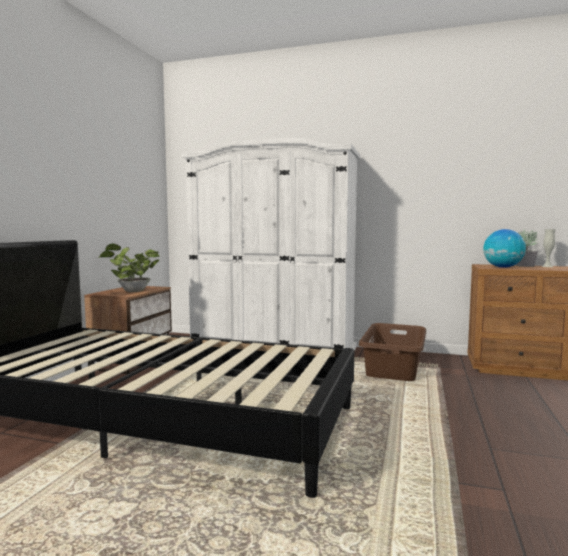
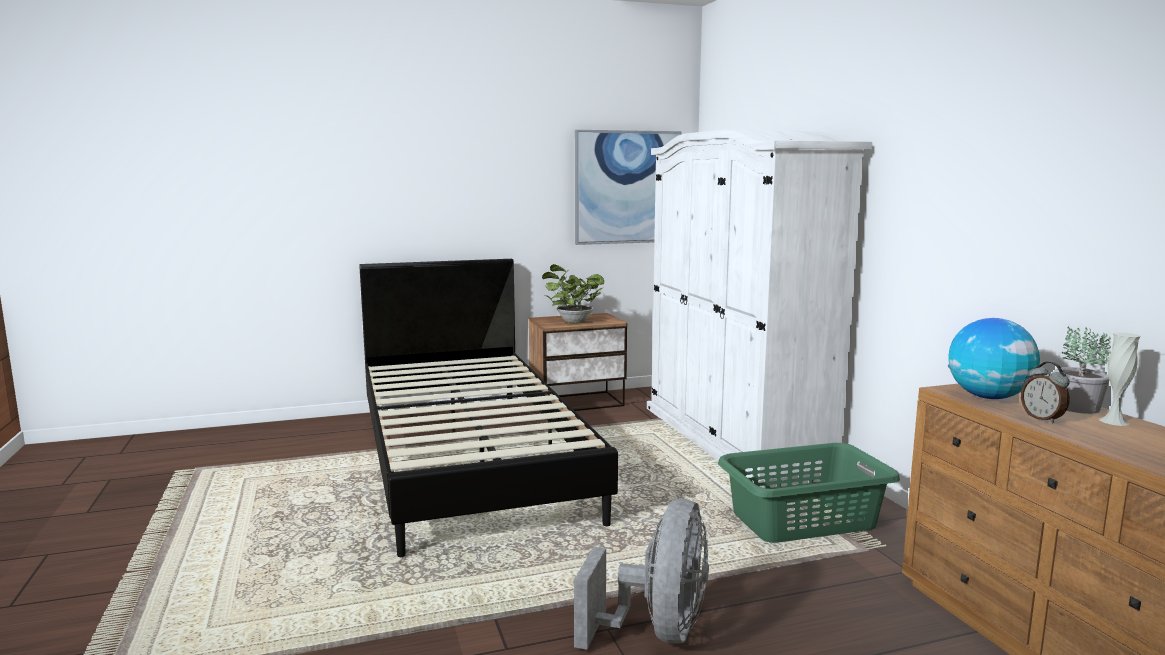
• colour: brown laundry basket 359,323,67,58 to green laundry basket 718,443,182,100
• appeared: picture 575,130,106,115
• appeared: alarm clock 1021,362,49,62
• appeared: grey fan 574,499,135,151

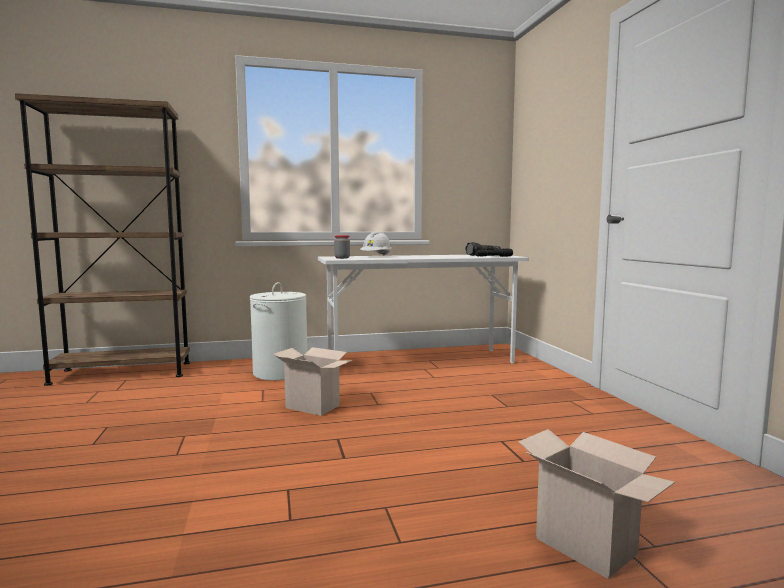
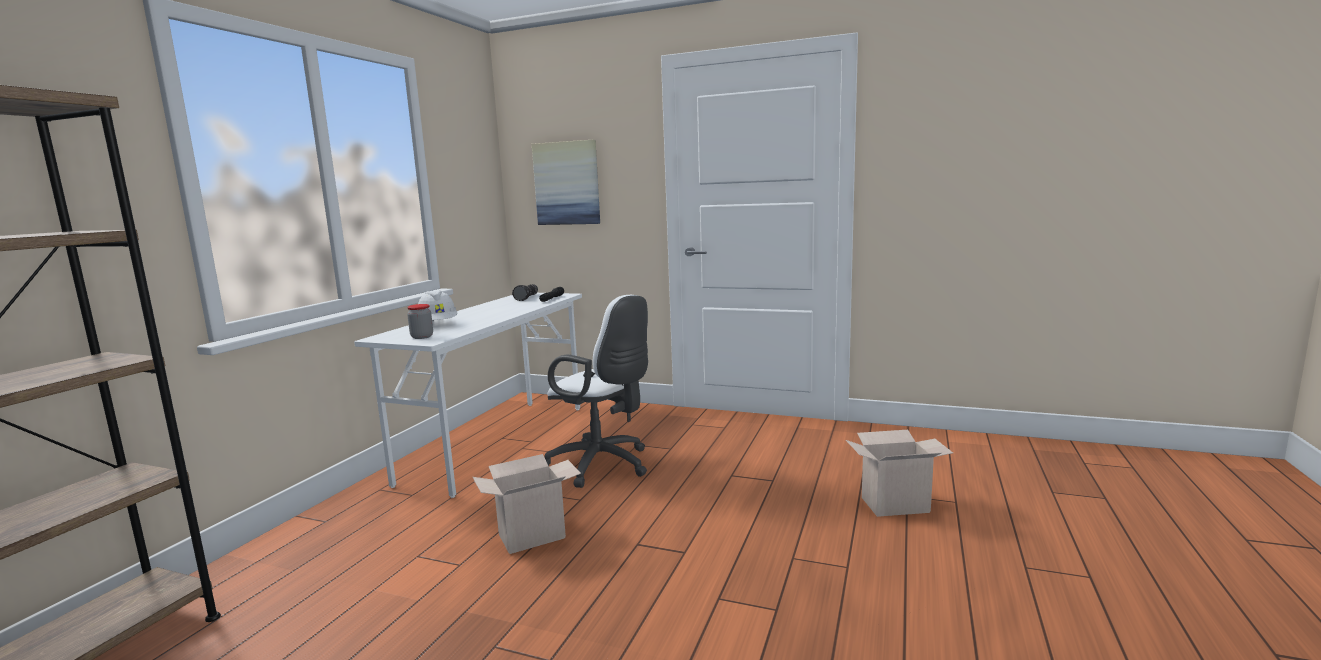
• missing: white laundry basket 250,282,57,99
• appeared: picture 532,140,68,85
• appeared: white office chair 545,295,103,193

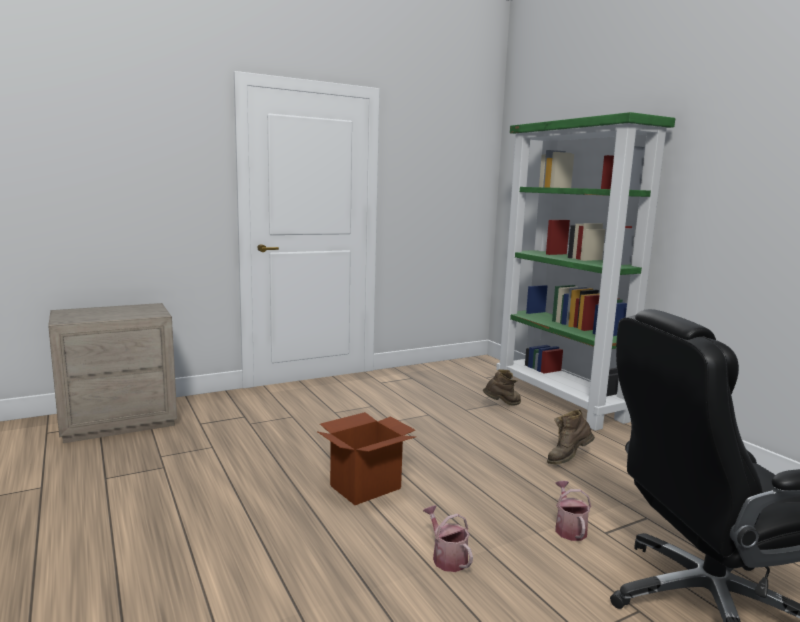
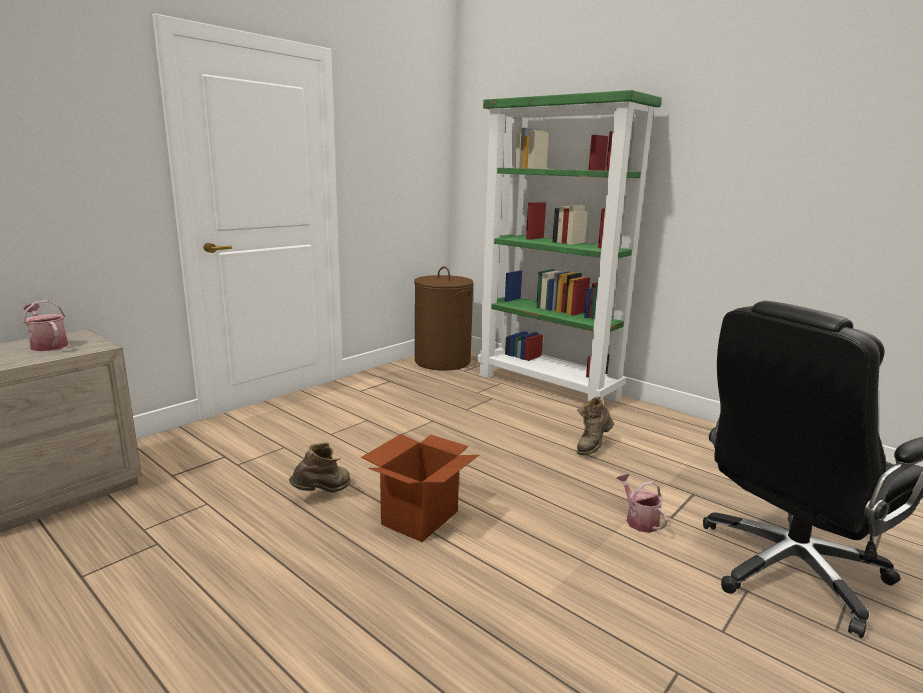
• relocated: brown boot 483,369,38,36 to 289,442,62,51
• relocated: watering can 423,505,50,67 to 23,300,45,51
• appeared: brown laundry basket 414,267,60,104

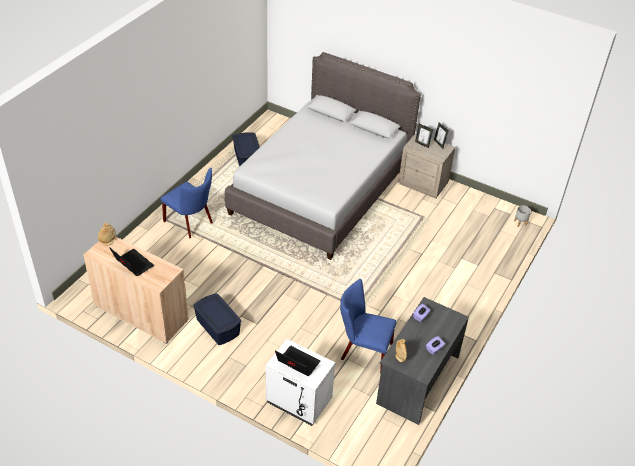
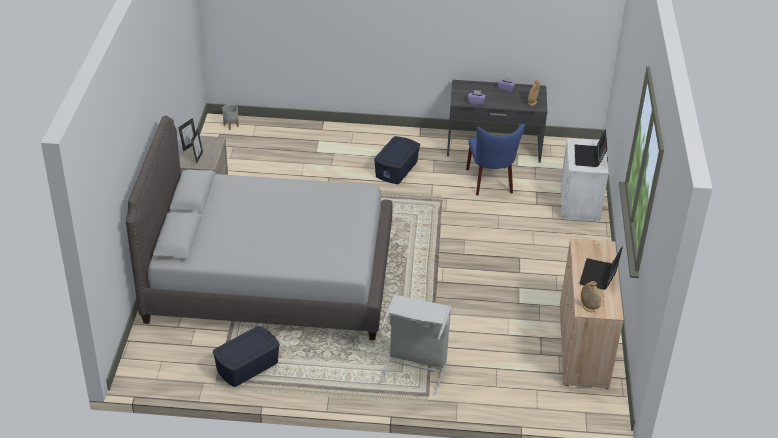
• exchanged: blue chair 161,168,52,70 to grey laundry basket 379,294,72,101
• relocated: blue storage box 193,293,48,52 to 374,136,46,48

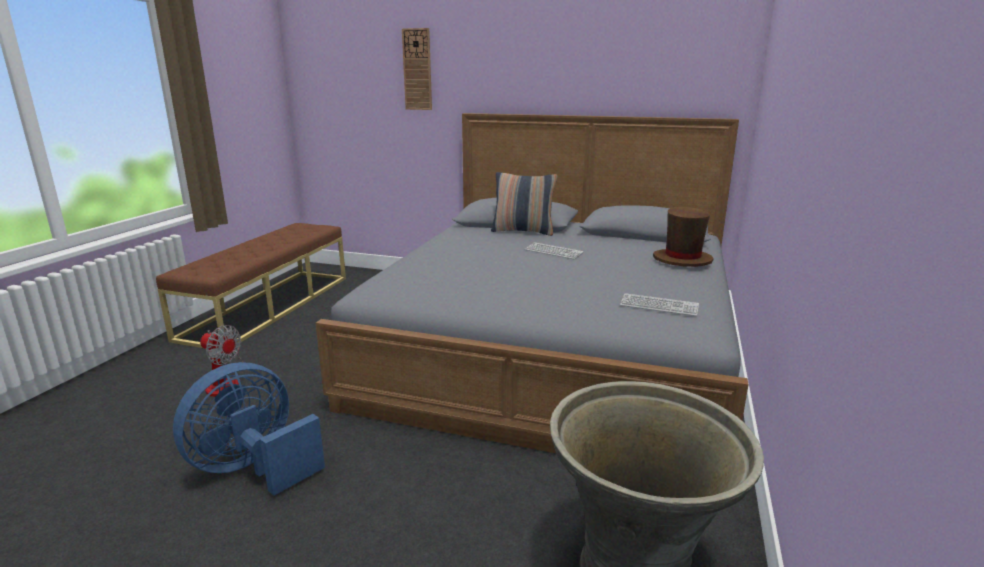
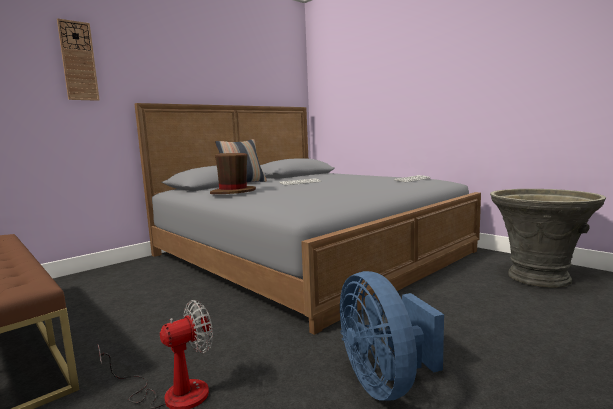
• relocated: brown hat 653,207,61,60 to 210,153,46,41

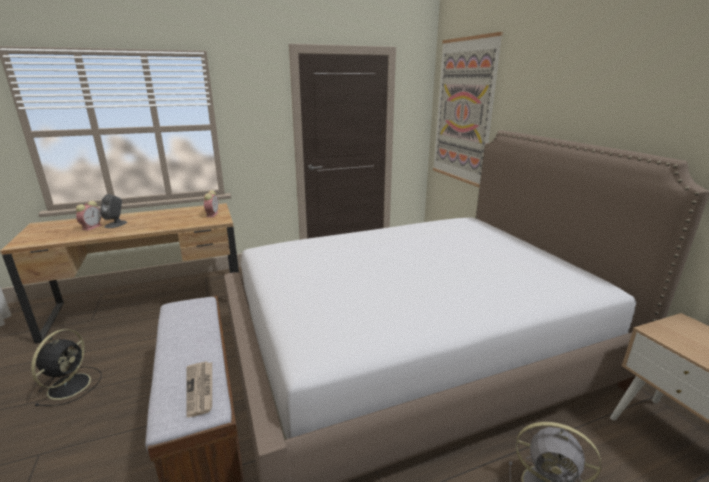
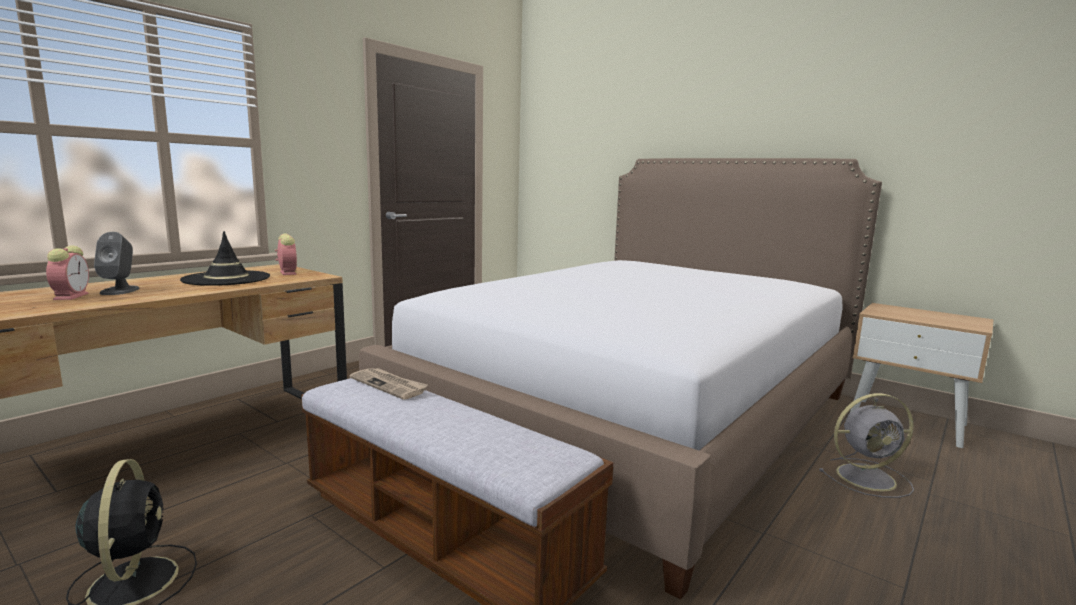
• missing: picture 433,32,70,155
• relocated: newspaper 186,361,26,56 to 350,368,78,32
• appeared: black hat 180,231,90,55

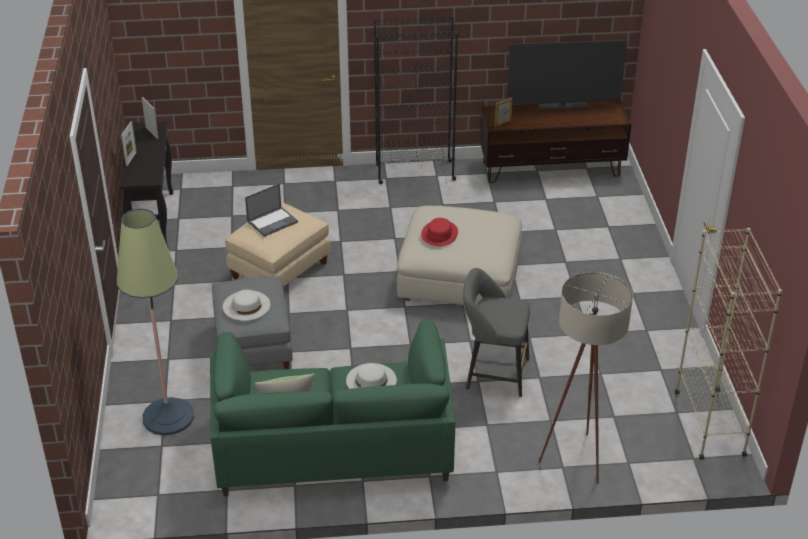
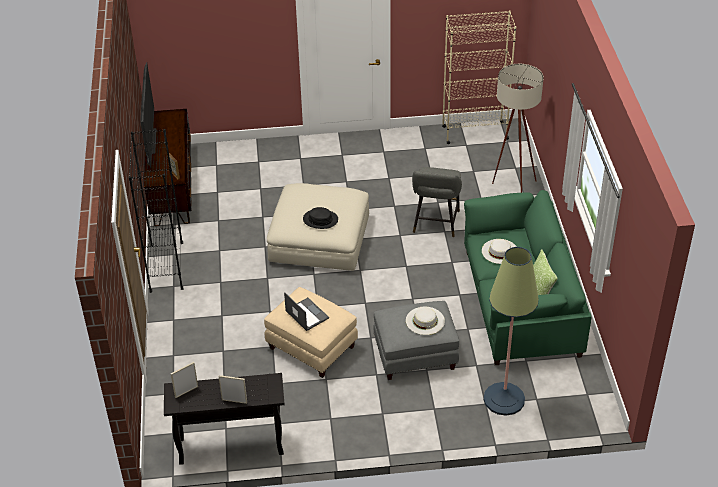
• colour: red hat 421,218,37,28 to black hat 303,207,35,22

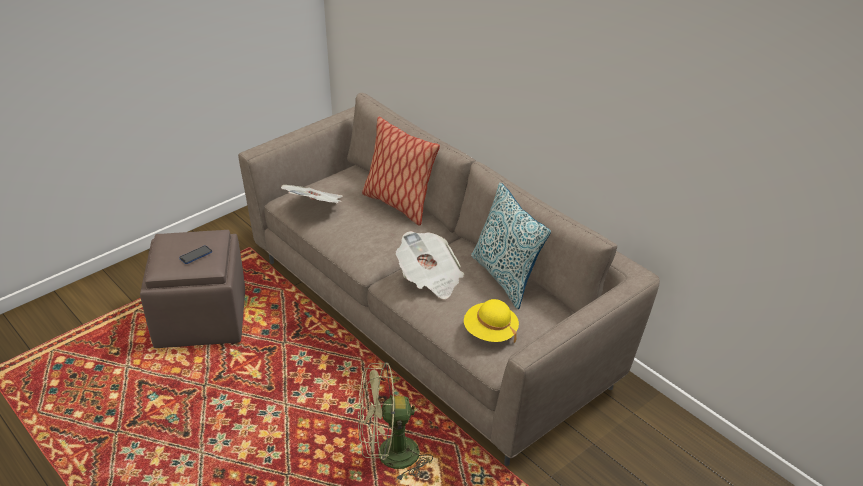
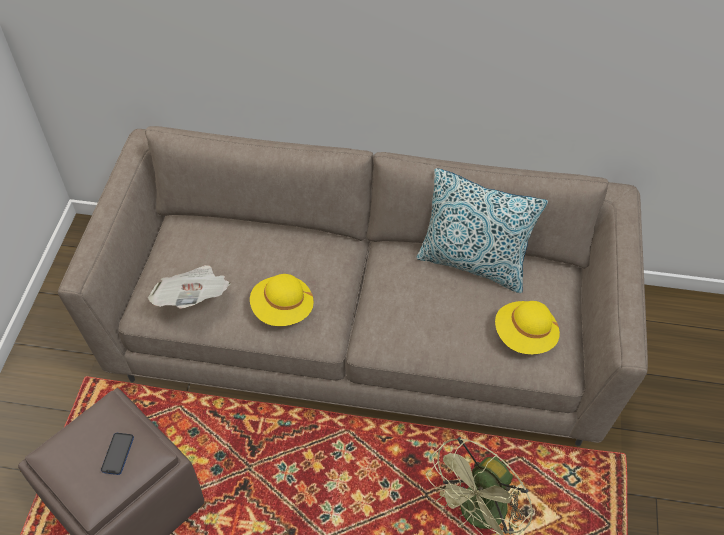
• missing: pillow 362,117,78,109
• missing: newspaper 396,231,68,68
• appeared: yellow hat 250,274,64,52

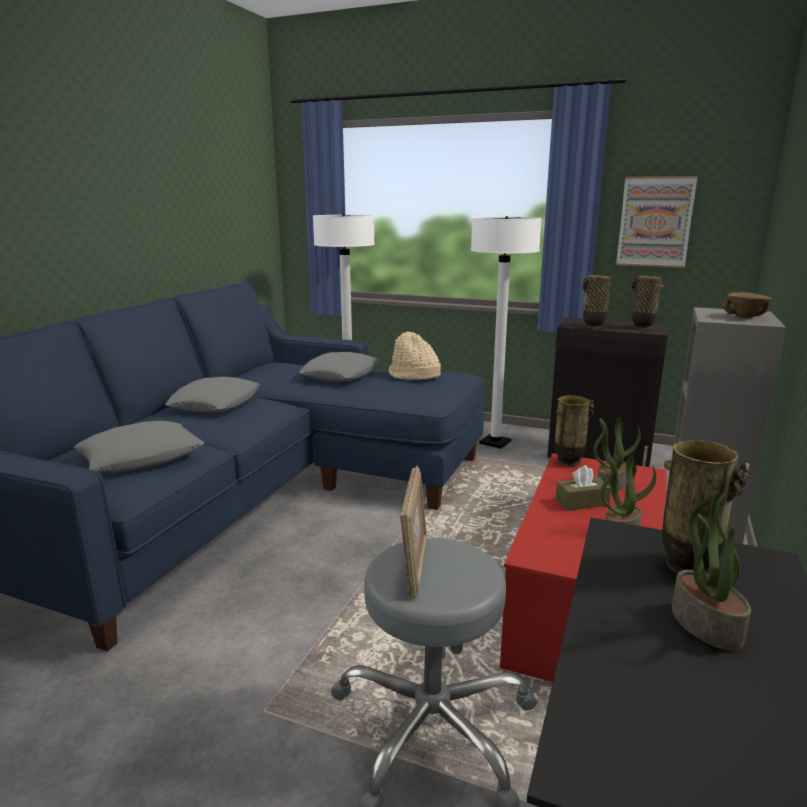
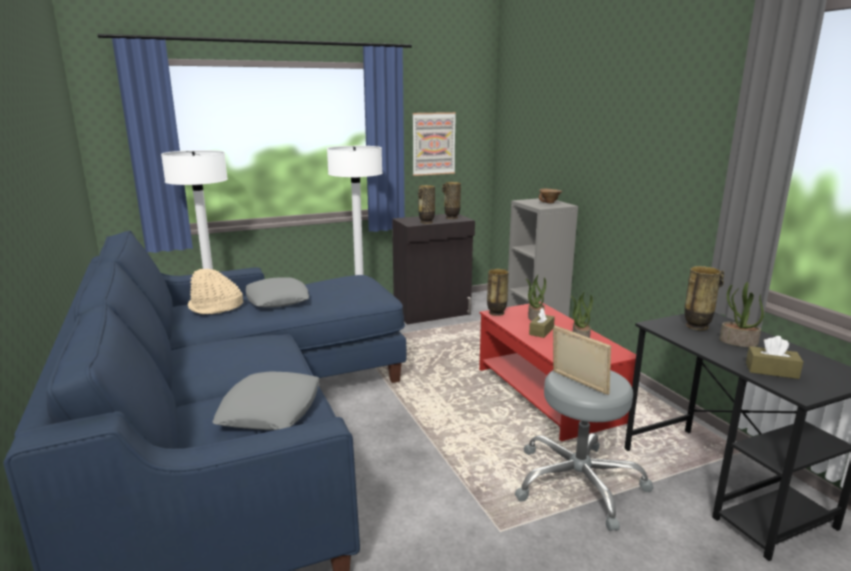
• relocated: beige hat 389,331,52,49 to 188,269,55,45
• missing: grey pillow 165,377,95,36
• appeared: brown tissue box 746,336,57,43

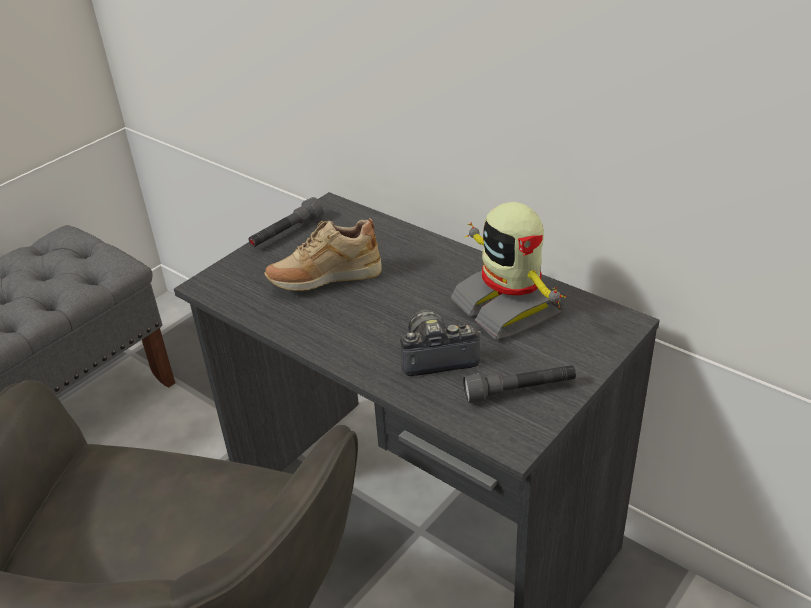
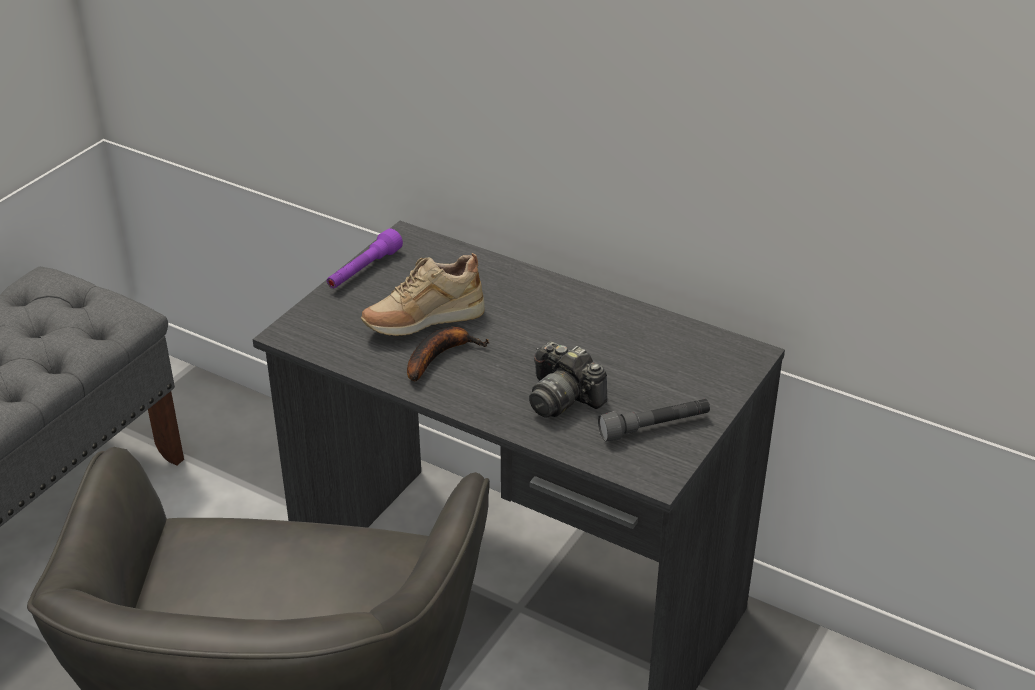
• colour: grey flashlight 249,197,74,50 to purple flashlight 327,229,76,59
• missing: toy robot 451,202,116,138
• spun: photo camera 400,309,81,67 = 529,341,78,77 120 degrees counterclockwise
• appeared: banana 407,327,82,55

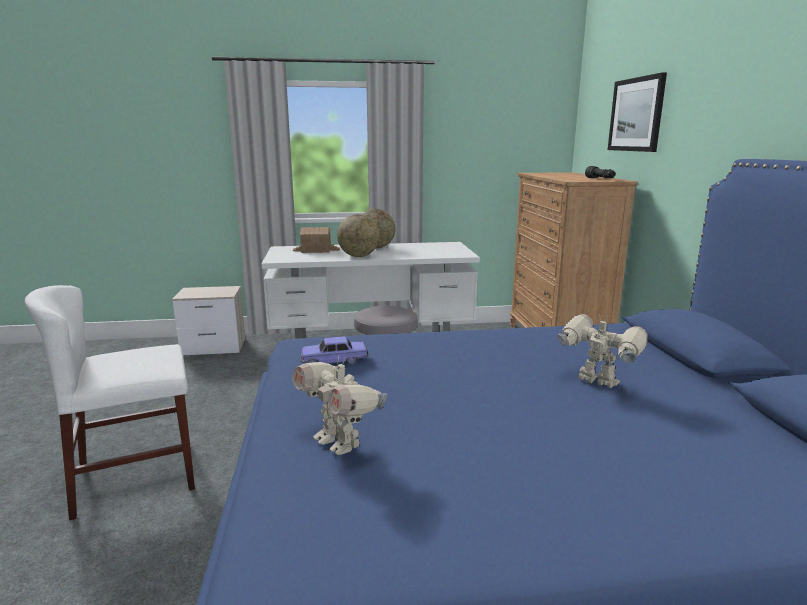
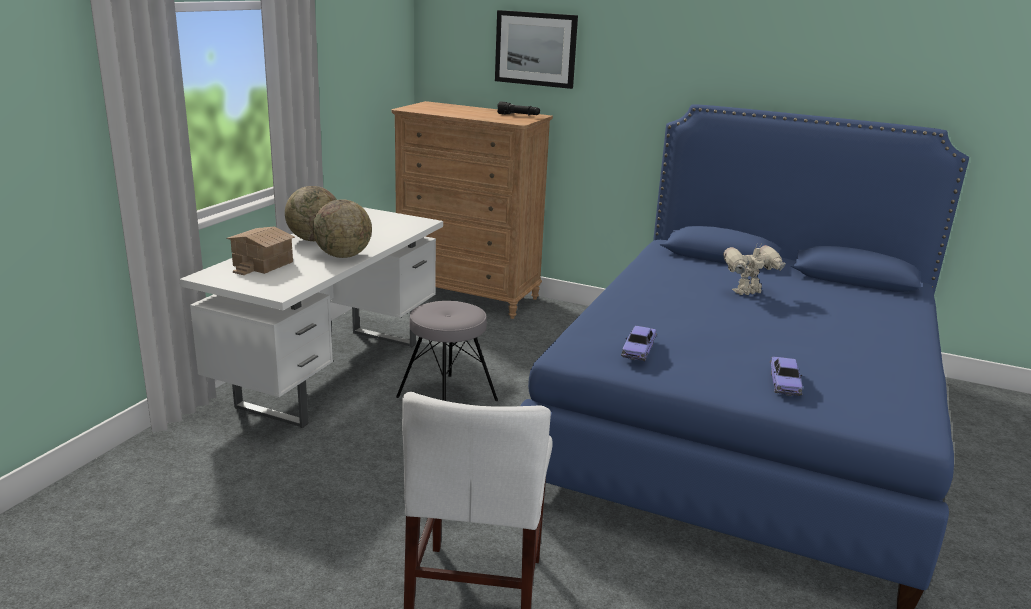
• missing: nightstand 172,286,73,70
• exchanged: toy robot 292,356,95,99 to toy car 770,356,33,40

